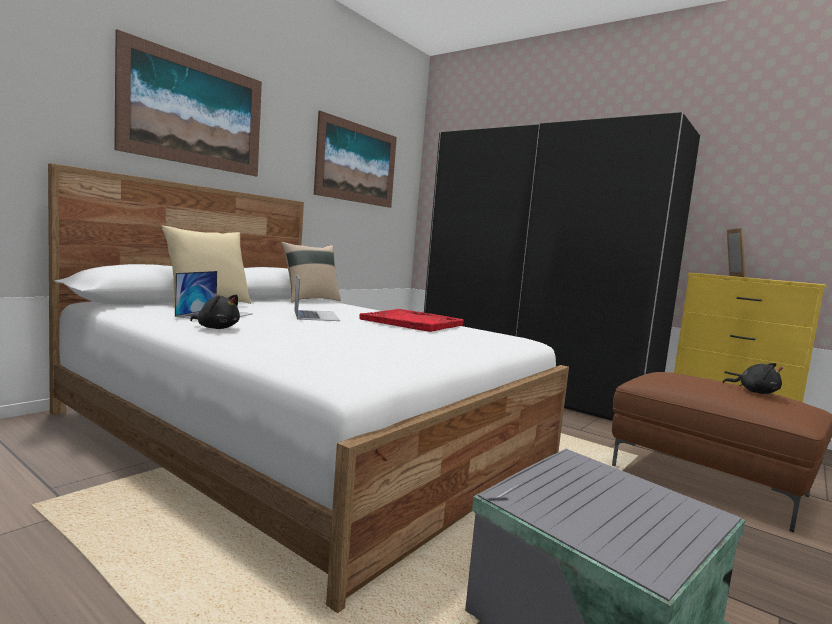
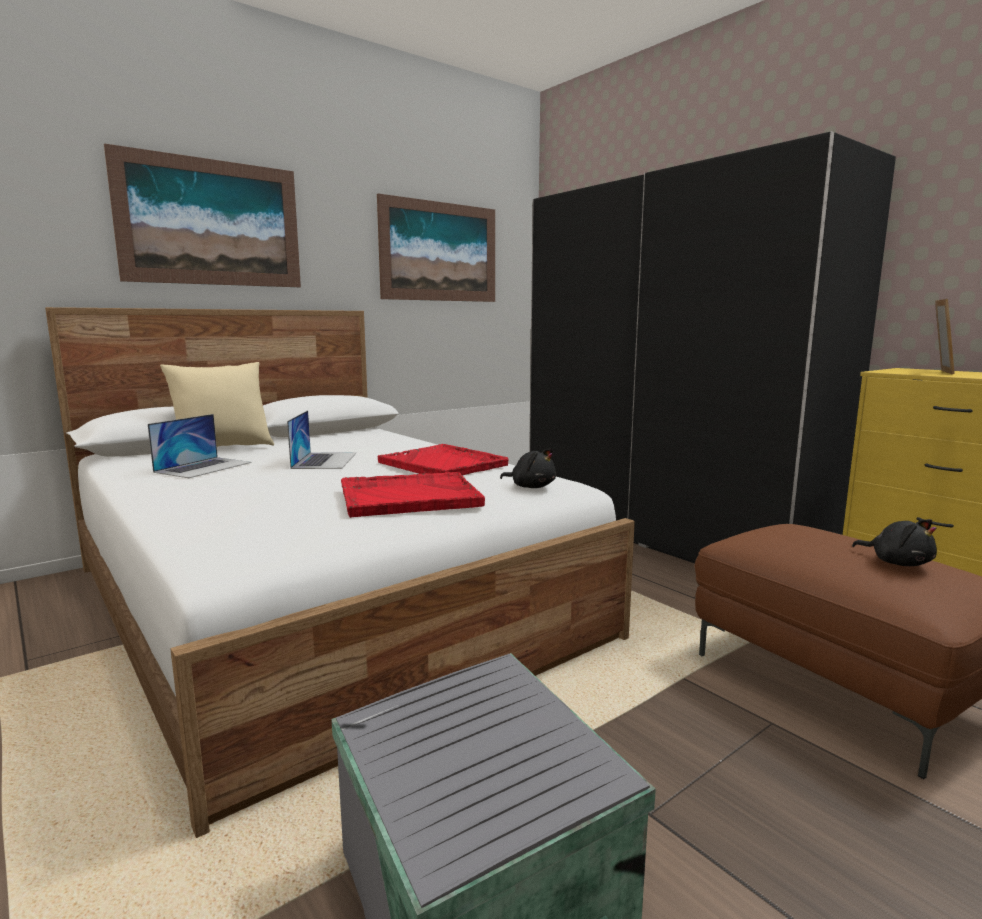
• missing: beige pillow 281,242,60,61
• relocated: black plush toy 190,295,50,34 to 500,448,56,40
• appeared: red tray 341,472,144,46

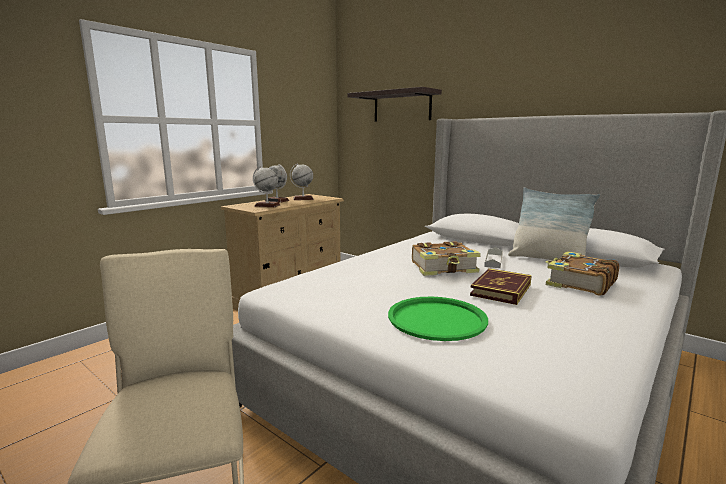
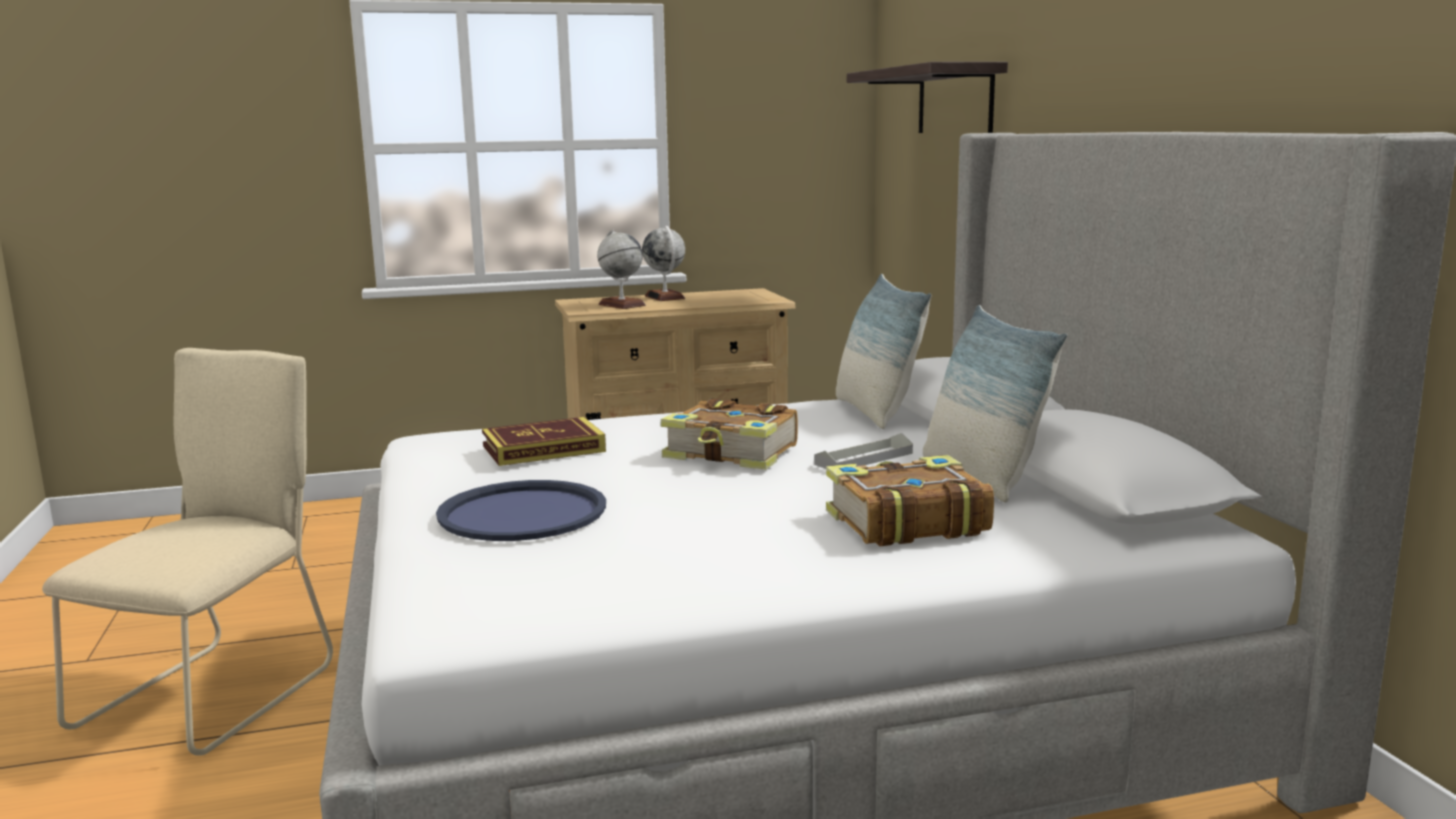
• missing: globe 290,163,23,37
• relocated: book 470,268,62,37 to 482,417,124,49
• colour: green tray 388,297,100,44 to blue tray 436,480,170,61
• appeared: pillow 836,274,95,155

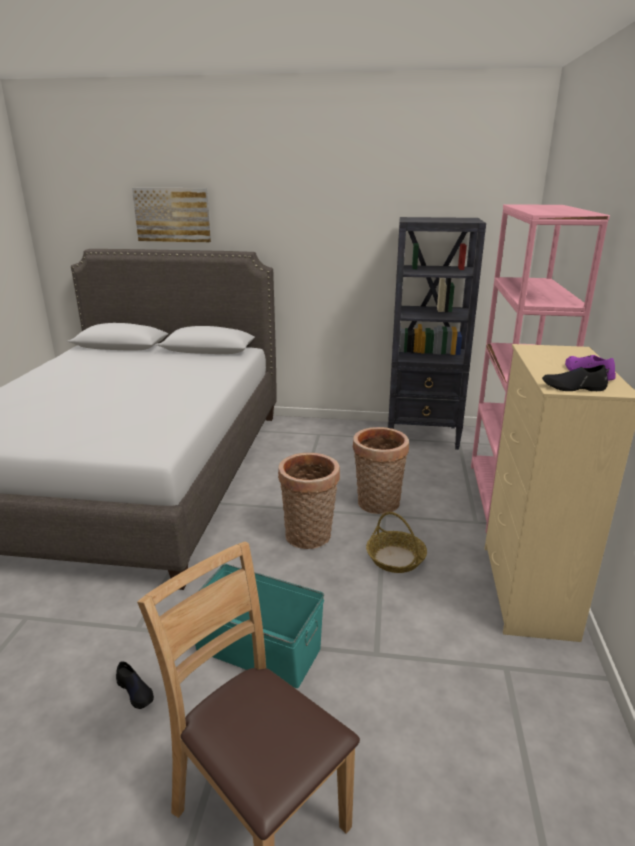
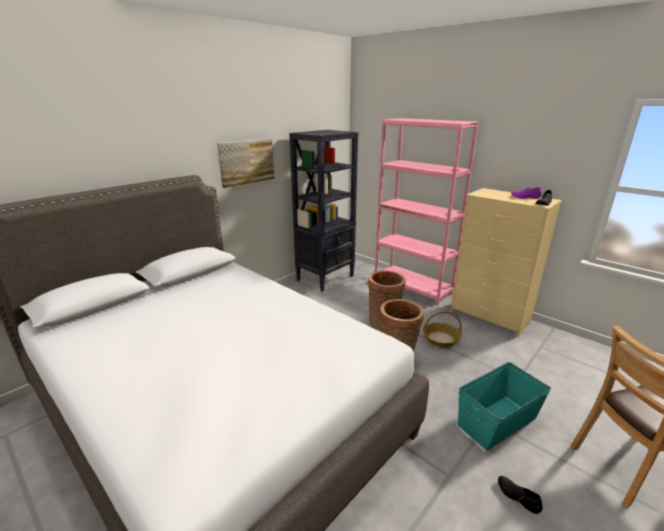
• relocated: picture 132,188,79,54 to 217,138,57,50
• spun: black shoe 116,661,38,48 = 498,476,45,38 120 degrees counterclockwise

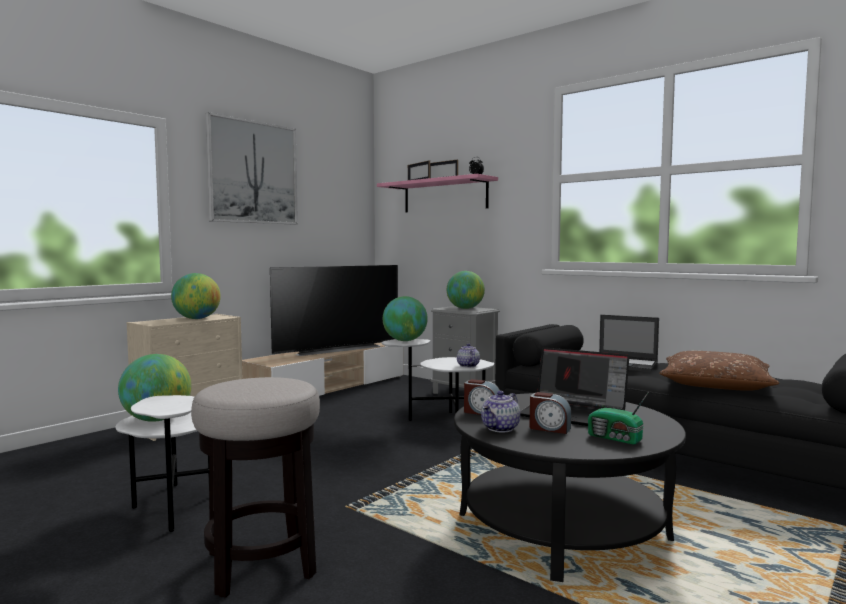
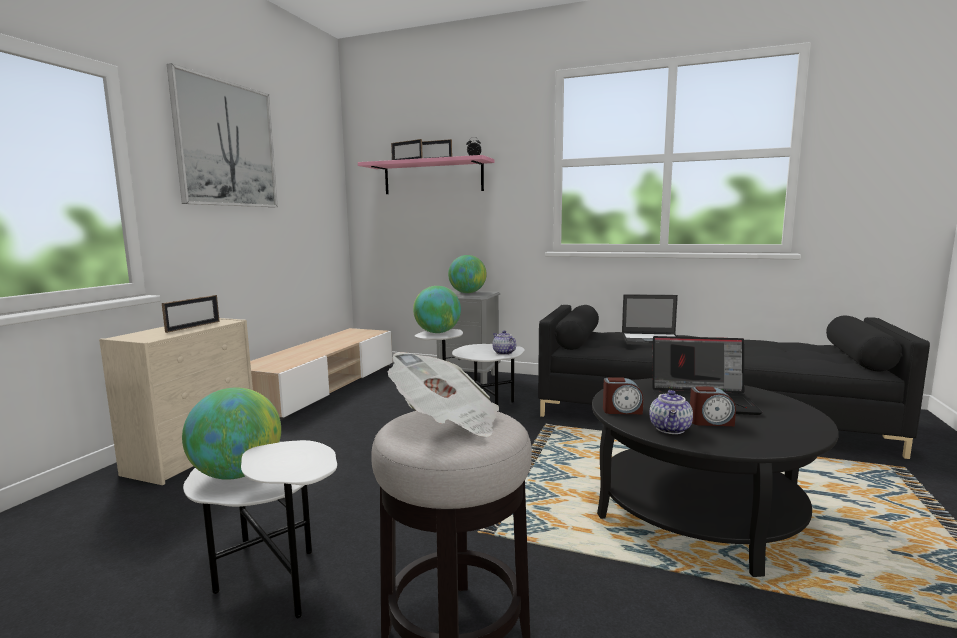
• missing: television 270,265,128,91
• exchanged: globe 171,273,50,46 to picture frame 162,295,58,38
• missing: brown pillow 659,351,120,40
• missing: radio 588,392,61,53
• appeared: newspaper 388,352,111,85

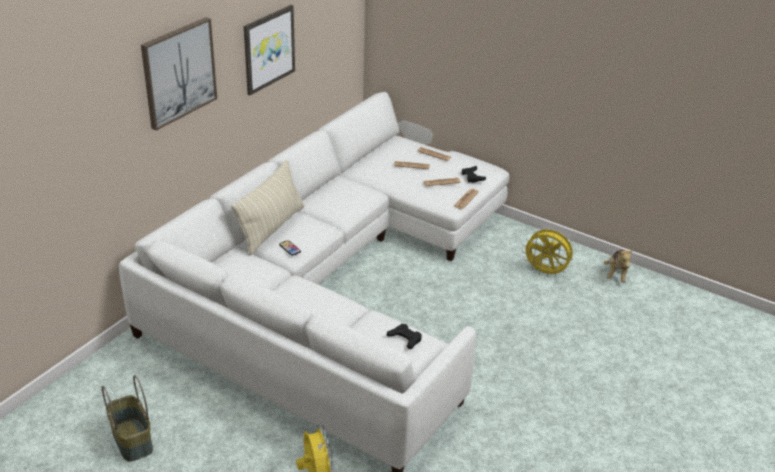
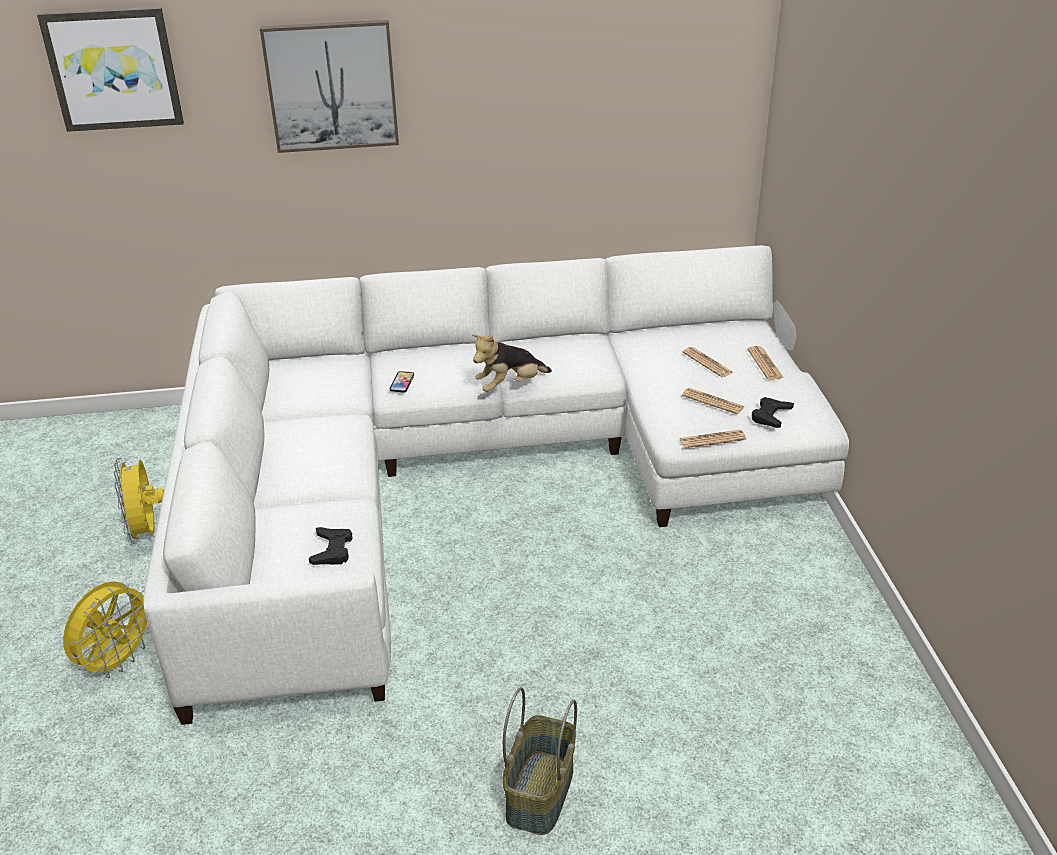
• relocated: picture 244,5,51,90 to 37,7,147,125
• missing: beige pillow 231,160,73,96
• relocated: yellow fan 522,229,51,48 to 114,457,50,87
• relocated: plush toy 604,250,29,33 to 472,334,80,58
• relocated: basket 102,375,51,87 to 502,687,75,148

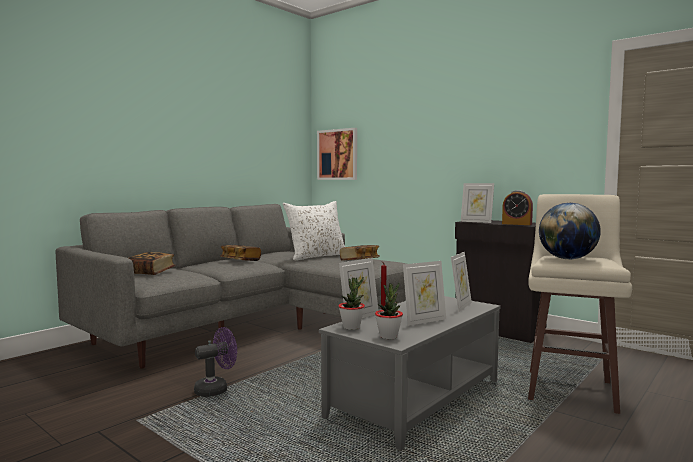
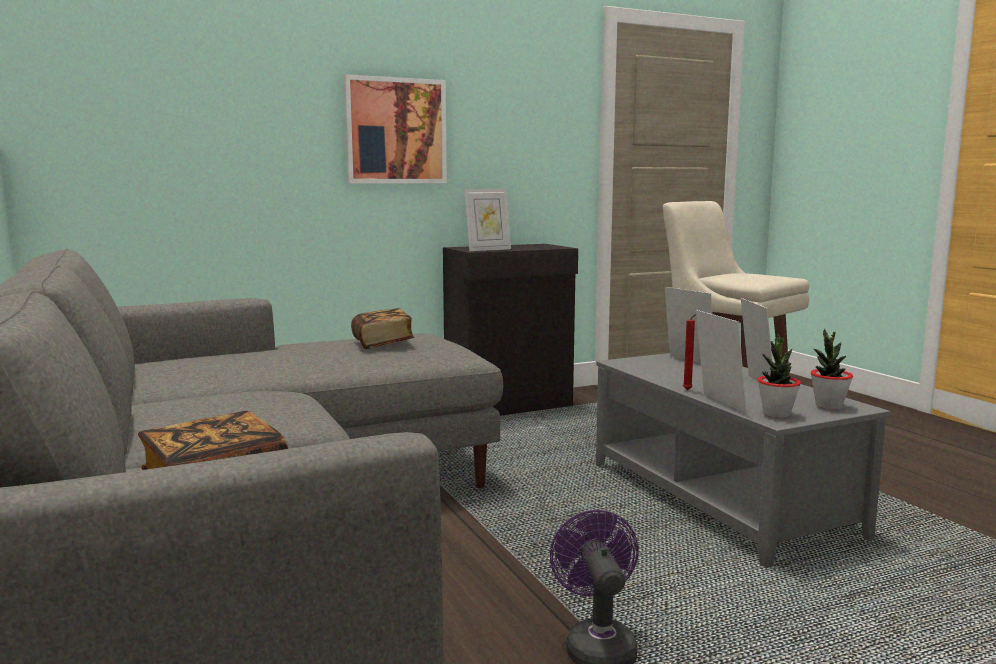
• relocated: picture 317,128,40,52 to 344,74,103,109
• missing: alarm clock 502,190,31,35
• missing: white pillow 283,201,62,59
• missing: globe 539,203,62,56
• missing: book 220,245,41,16

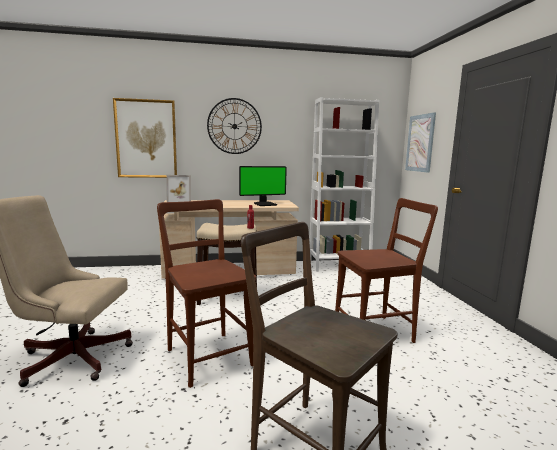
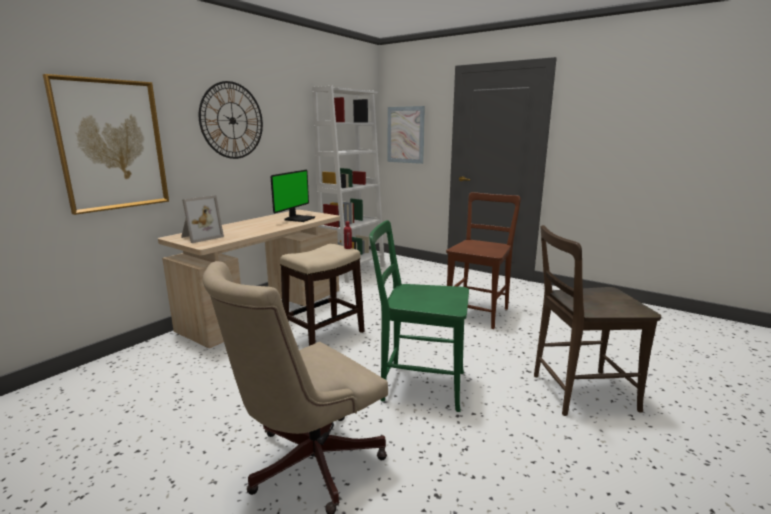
• colour: brown chair 157,199,99,189 to green chair 369,220,100,192

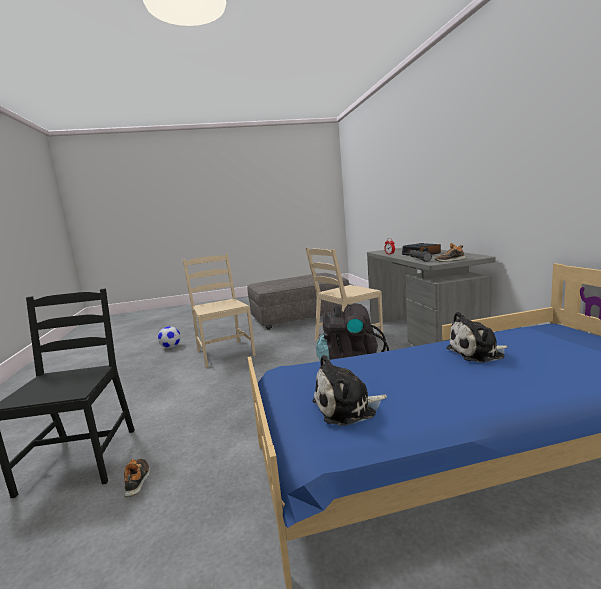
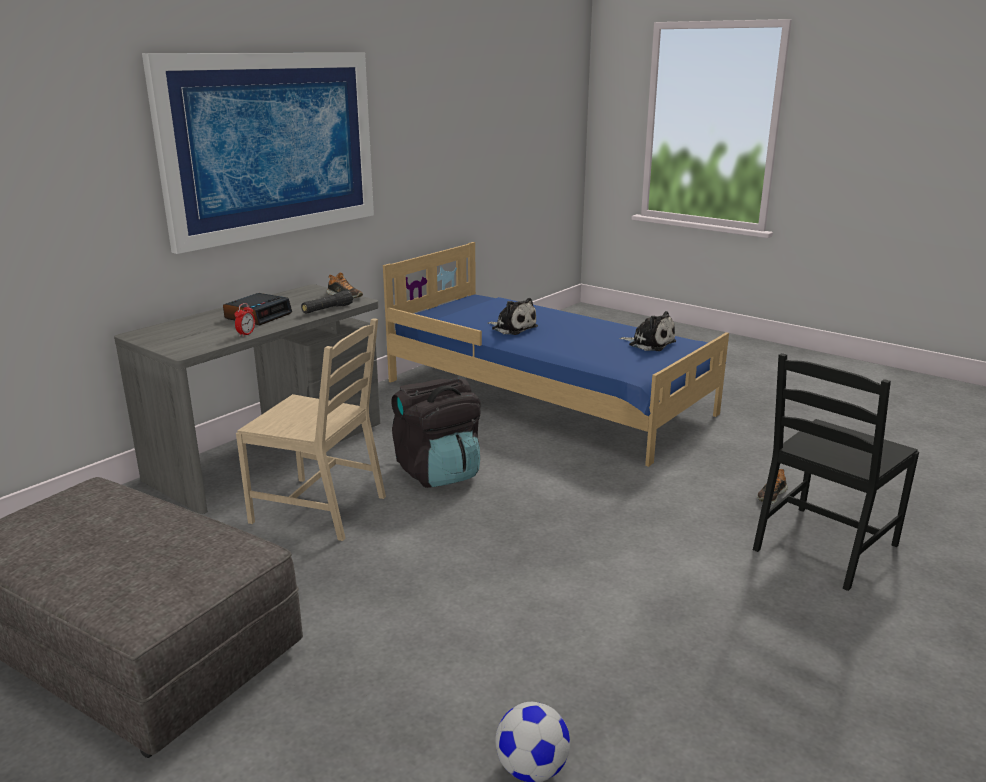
• missing: beige chair 183,253,73,115
• appeared: picture 142,53,232,201

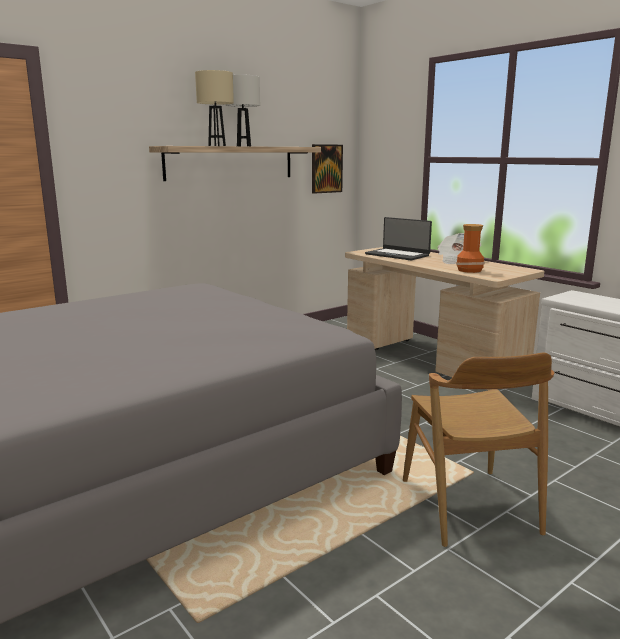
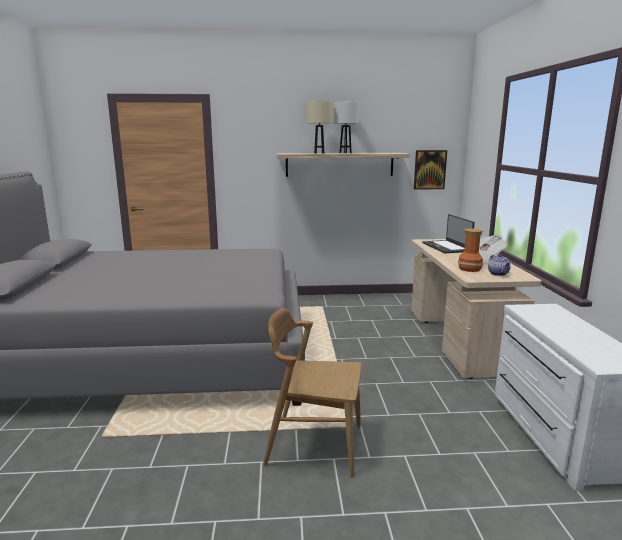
• spun: brown chair 403,353,151,194 = 263,307,99,170 75 degrees clockwise
• appeared: teapot 488,254,23,22

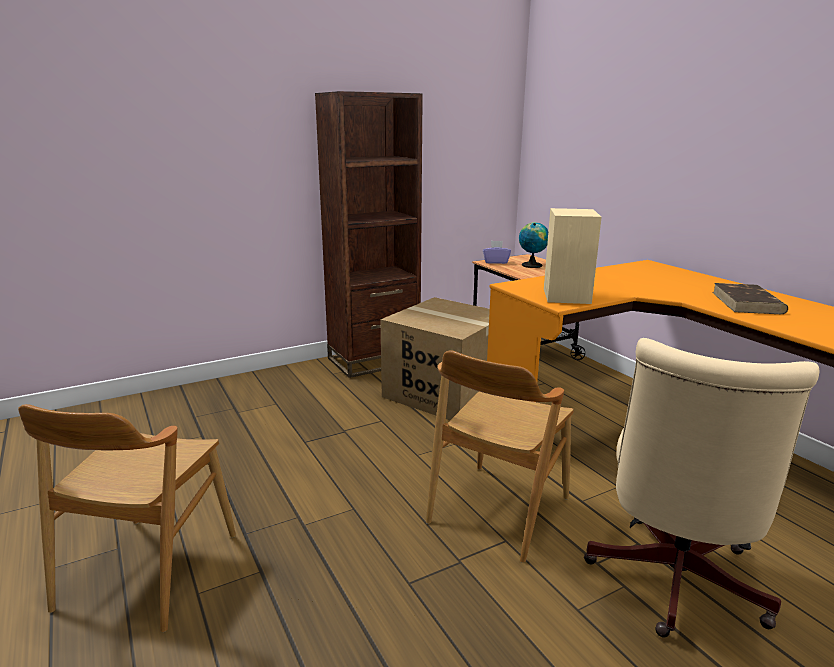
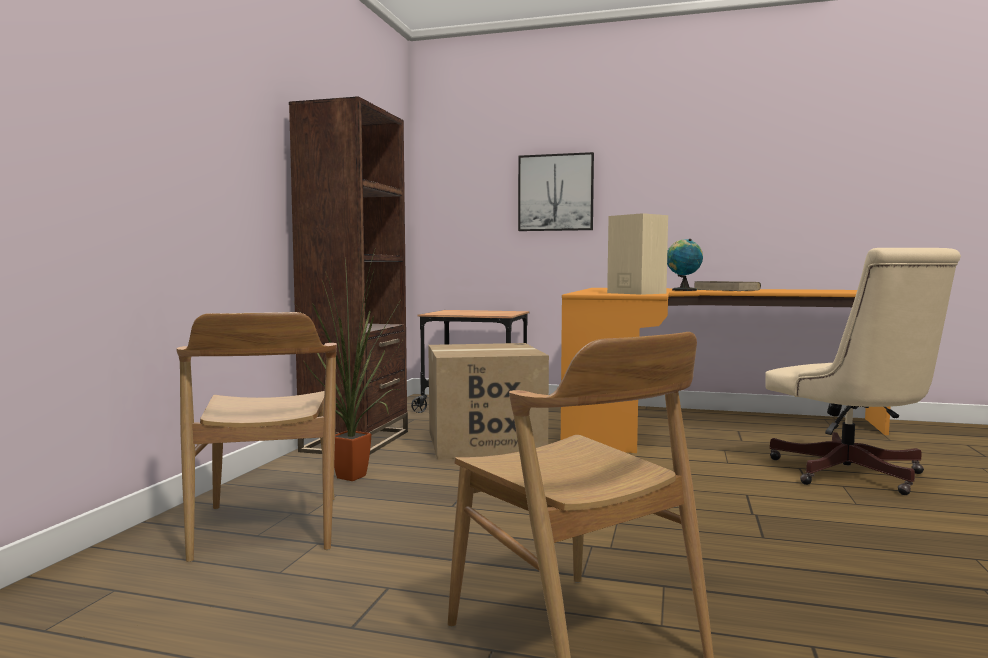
• relocated: globe 519,222,29,46 to 667,239,36,52
• missing: purple tissue box 483,241,28,23
• relocated: brown chair 426,350,148,213 to 176,312,161,250
• appeared: picture 518,152,76,79
• appeared: potted plant 294,250,107,231

